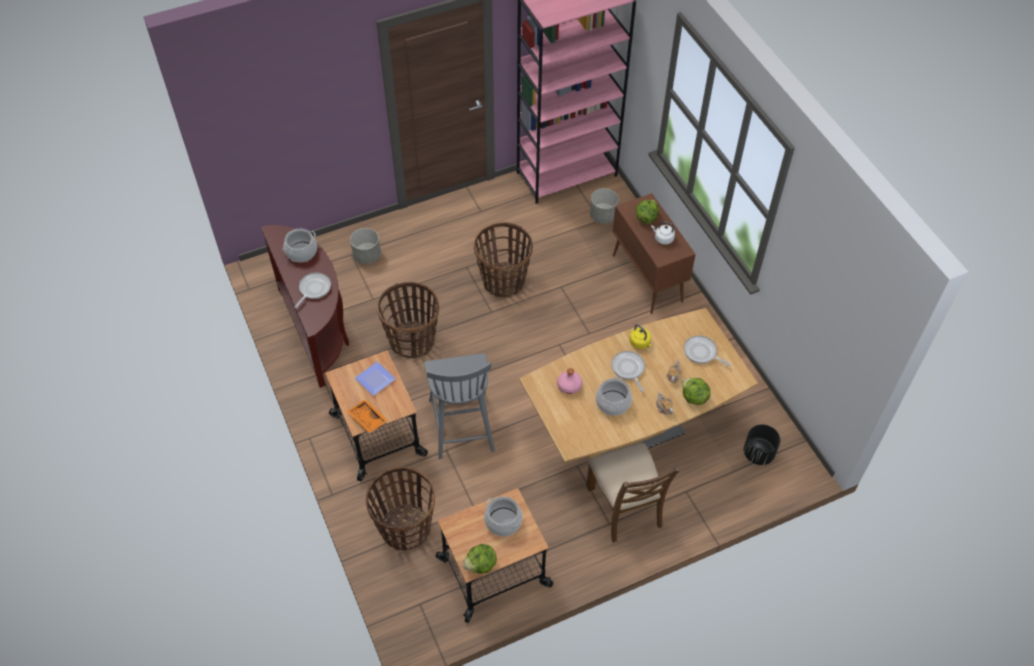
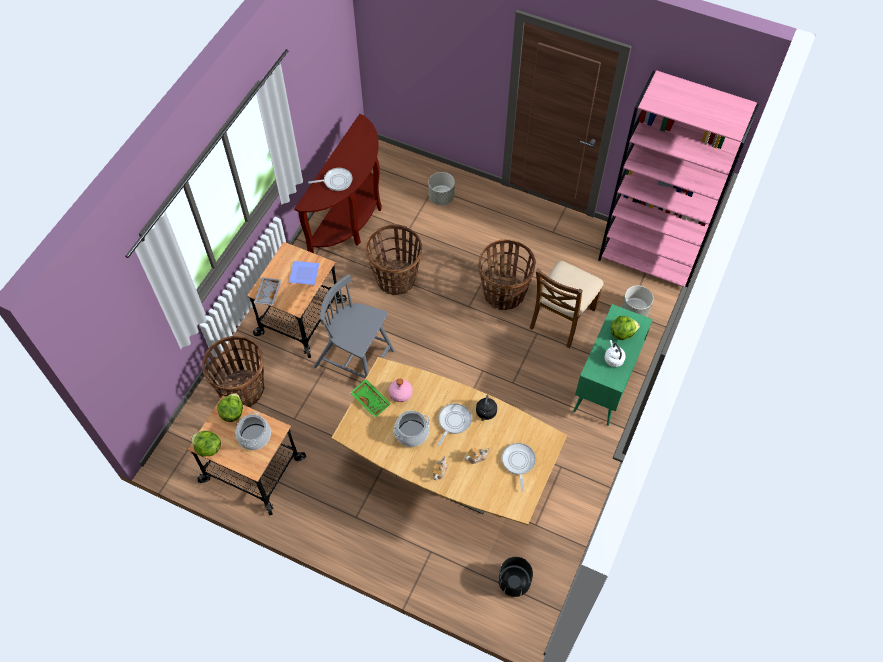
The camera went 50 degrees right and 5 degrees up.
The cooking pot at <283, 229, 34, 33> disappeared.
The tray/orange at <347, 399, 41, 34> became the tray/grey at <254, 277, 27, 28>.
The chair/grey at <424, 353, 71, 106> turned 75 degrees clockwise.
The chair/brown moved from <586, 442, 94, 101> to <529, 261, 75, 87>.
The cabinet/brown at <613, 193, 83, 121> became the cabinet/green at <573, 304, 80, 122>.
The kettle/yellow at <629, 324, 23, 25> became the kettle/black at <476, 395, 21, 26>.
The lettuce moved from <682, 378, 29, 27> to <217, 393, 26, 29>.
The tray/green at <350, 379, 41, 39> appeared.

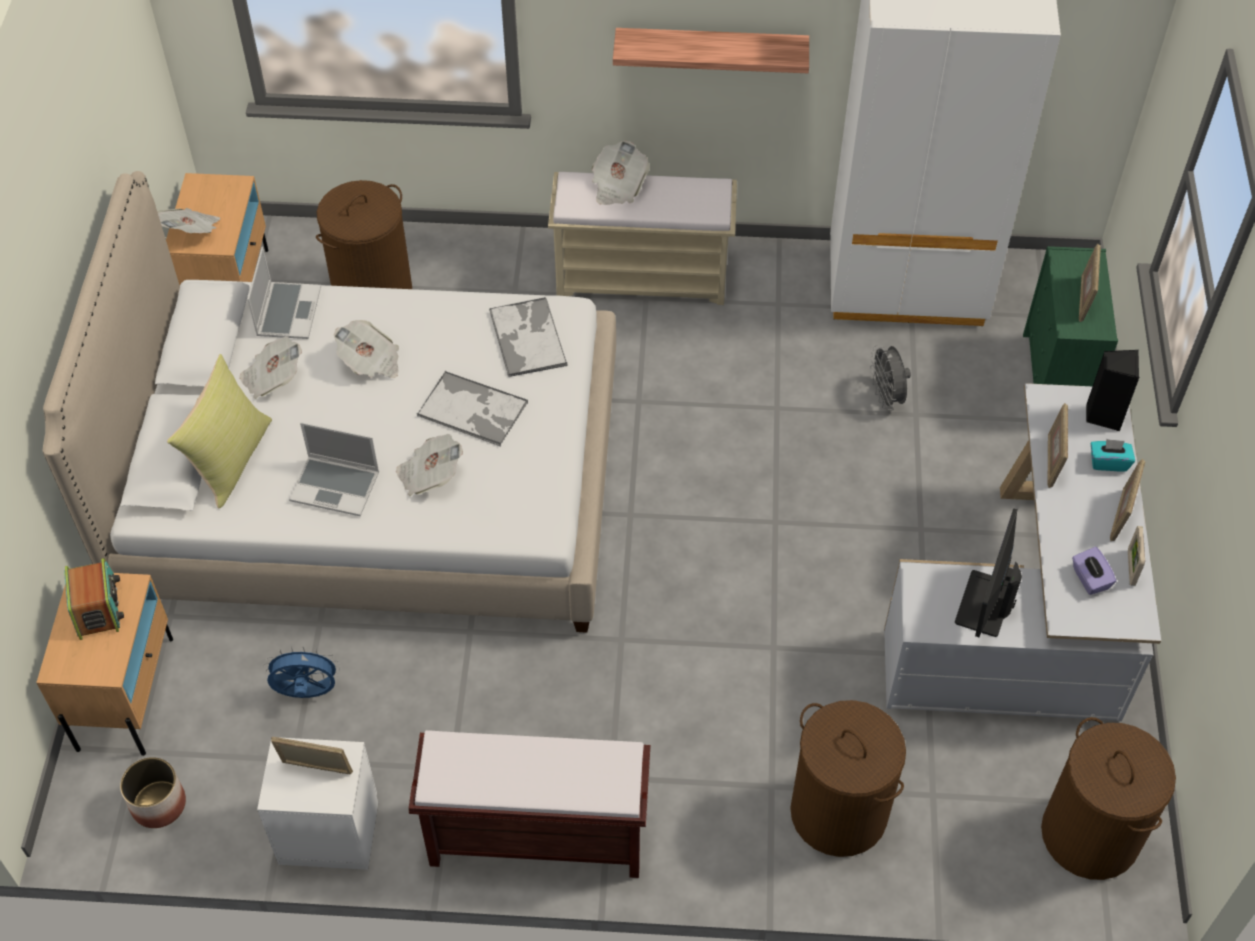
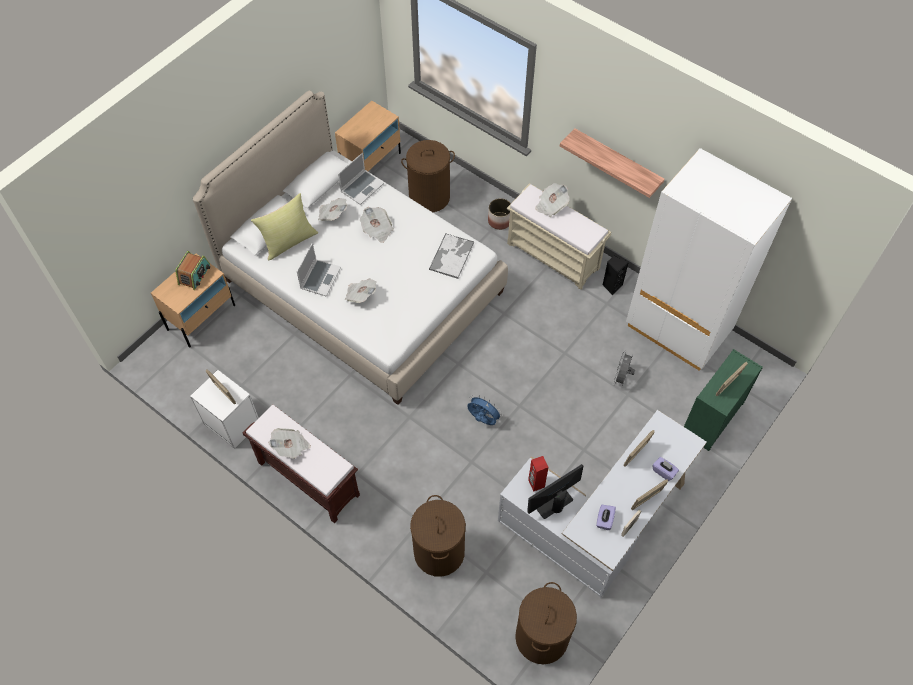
The camera went 35 degrees right and 5 degrees up.
The planter moved from <120, 757, 66, 71> to <488, 198, 23, 32>.
The newspaper moved from <157, 208, 64, 25> to <268, 428, 43, 31>.
The fan/blue moved from <263, 646, 78, 52> to <467, 395, 36, 30>.
The laptop at <289, 422, 90, 94> turned 120 degrees counterclockwise.
The tray at <417, 371, 111, 76> disappeared.
The speaker/black moved from <1086, 350, 53, 81> to <602, 255, 27, 40>.
The tissue box/turquoise at <1090, 439, 45, 33> became the tissue box/purple at <653, 457, 26, 24>.
The speaker/red at <528, 456, 20, 36> appeared.

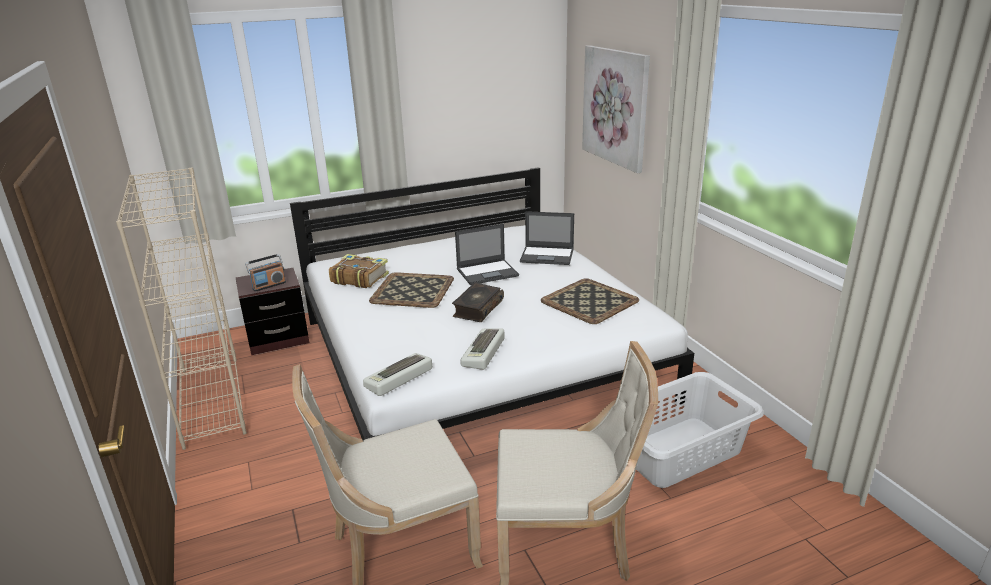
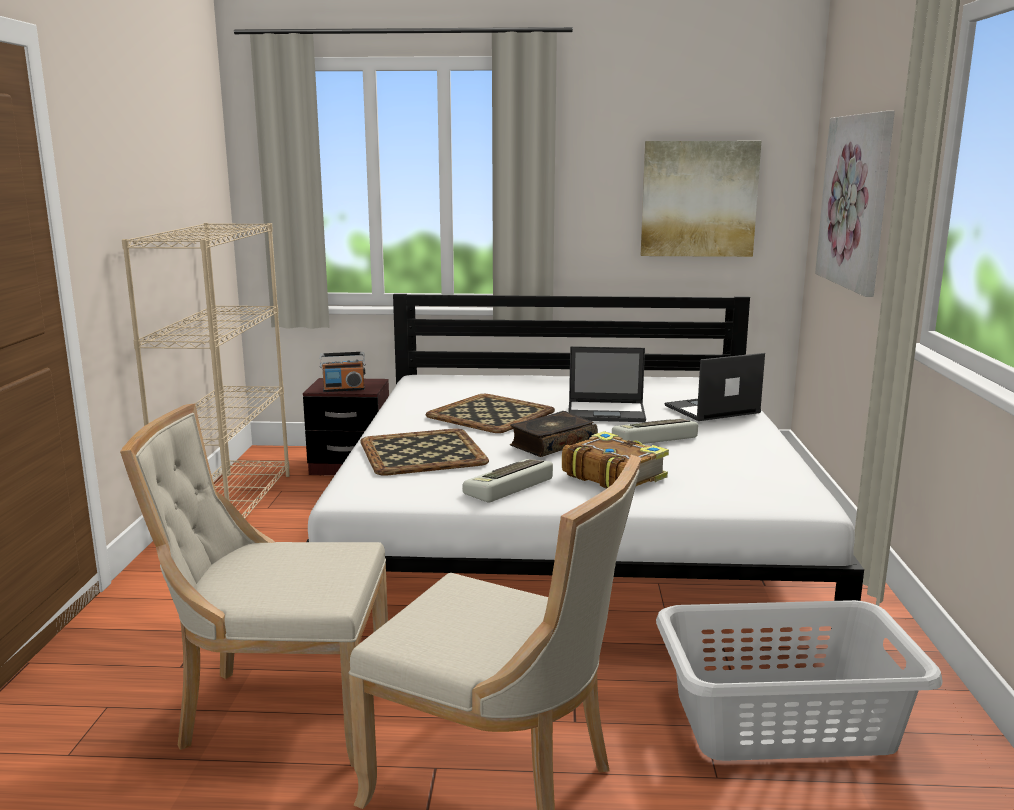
The camera went 25 degrees right and 10 degrees down.
The book moved from <329, 254, 60, 34> to <562, 431, 107, 58>.
The keyboard moved from <363, 353, 69, 43> to <612, 419, 86, 25>.
The laptop at <520, 211, 54, 54> turned 120 degrees clockwise.
The tray moved from <541, 278, 98, 46> to <360, 428, 129, 48>.
The picture at <641, 141, 120, 116> appeared.

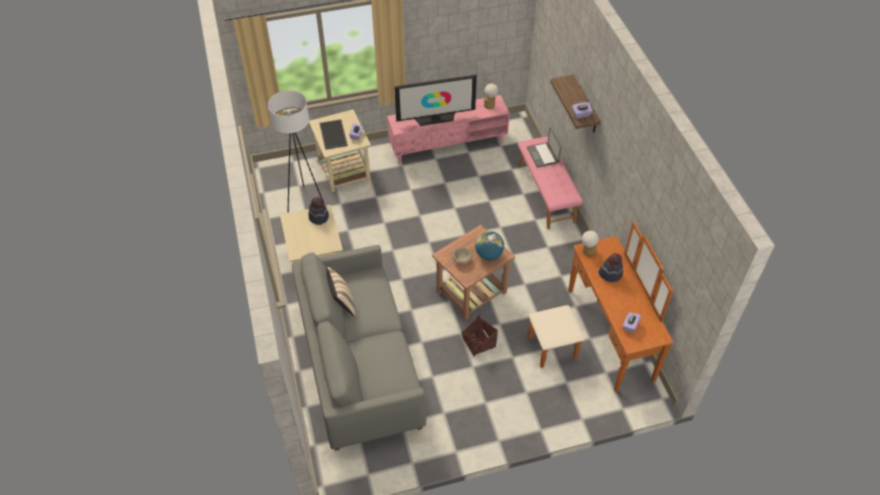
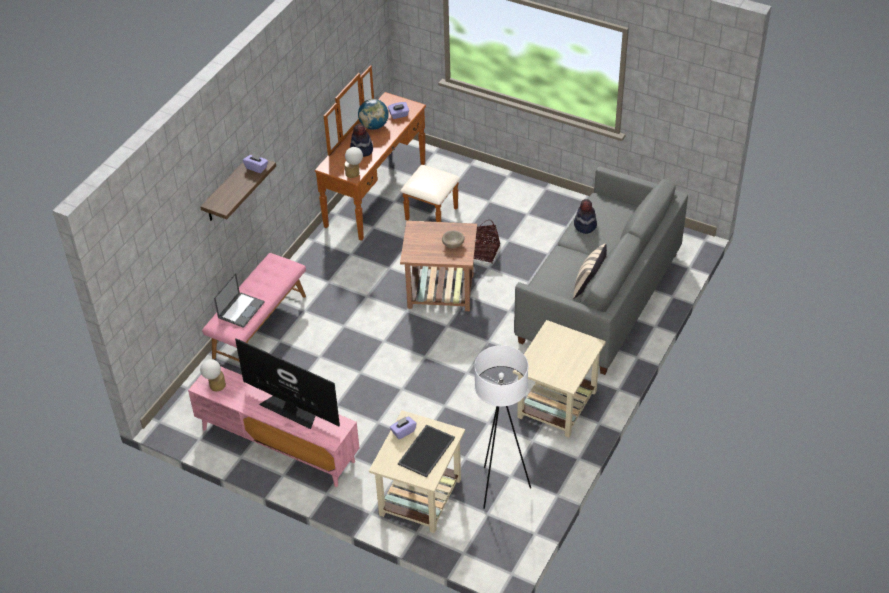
The camera went 135 degrees left and 5 degrees down.
The hat moved from <308, 197, 21, 28> to <574, 199, 23, 35>.
The globe moved from <475, 231, 29, 29> to <358, 99, 31, 31>.

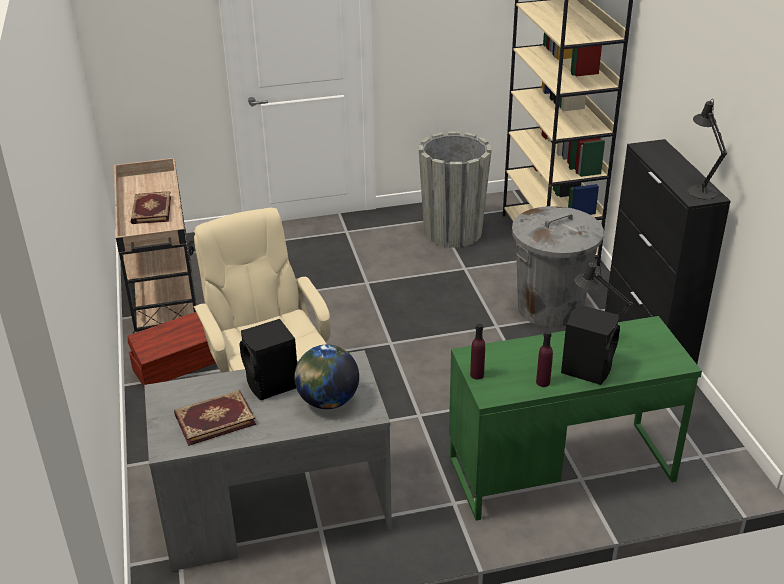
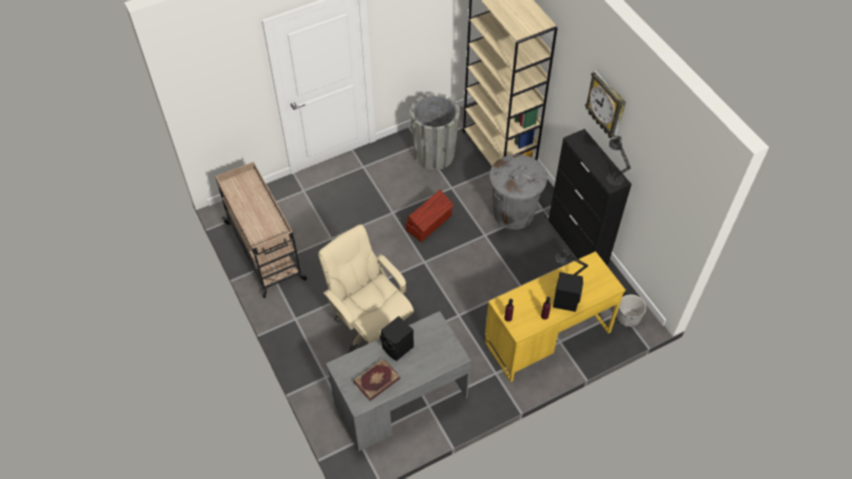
The camera went 15 degrees left and 20 degrees up.
The storage box/brown moved from <128, 312, 88, 76> to <406, 190, 48, 52>.
The book at <131, 191, 40, 33> disappeared.
The globe at <294, 344, 65, 65> disappeared.
The desk/green at <449, 316, 253, 205> became the desk/yellow at <485, 251, 141, 131>.
The wall clock at <585, 70, 41, 68> appeared.
The planter at <616, 294, 30, 33> appeared.

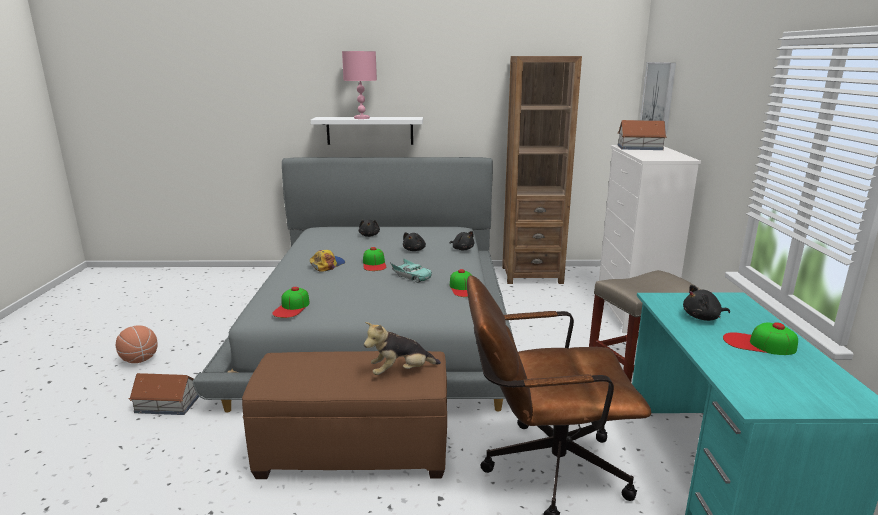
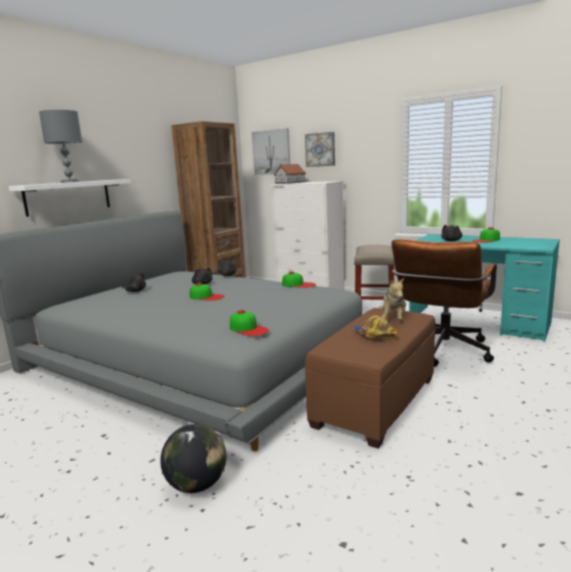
The camera went 55 degrees left and 5 degrees down.
The basketball at <116, 325, 42, 38> disappeared.
The toy house at <129, 373, 70, 42> was replaced by the globe at <160, 424, 66, 69>.
The cap moved from <310, 250, 35, 22> to <353, 316, 44, 24>.
The table lamp/pink at <342, 51, 35, 68> became the table lamp/grey at <39, 110, 43, 73>.
The toy car/turquoise at <391, 258, 41, 25> disappeared.
The picture at <305, 132, 30, 35> appeared.

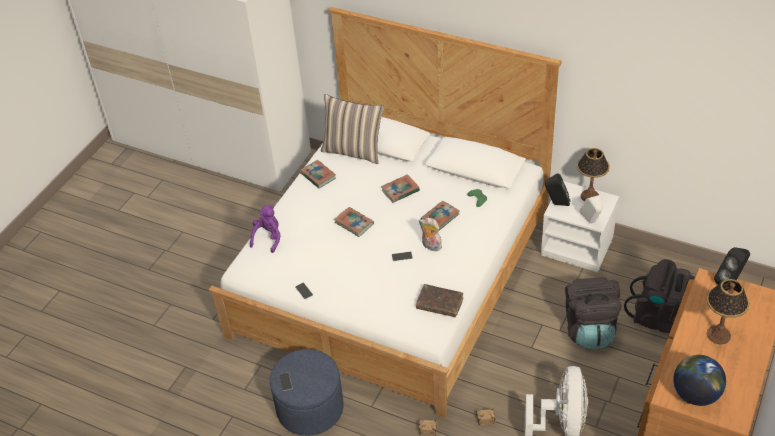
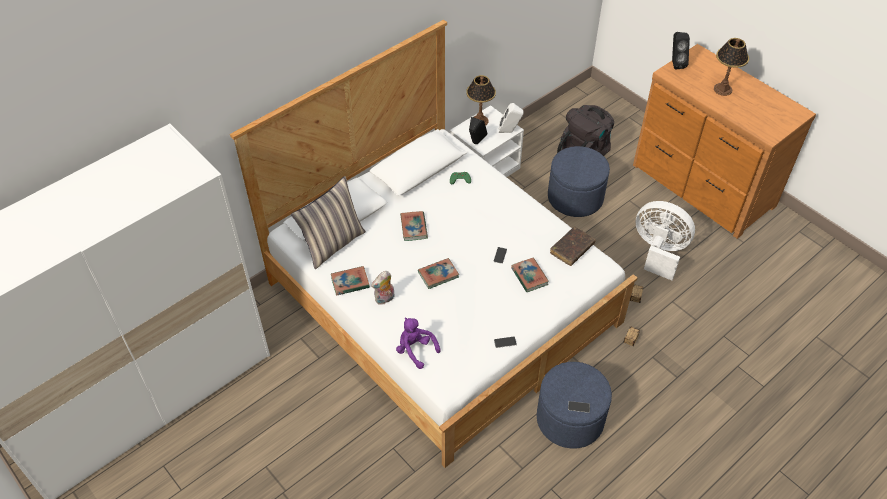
The camera went 70 degrees left and 5 degrees up.
The plush toy moved from <419, 218, 23, 33> to <371, 271, 24, 34>.
The book moved from <421, 201, 38, 30> to <511, 257, 38, 35>.
The backpack/black at <565, 277, 57, 72> was replaced by the ottoman/blue at <548, 146, 62, 71>.
The globe at <673, 355, 53, 51> disappeared.

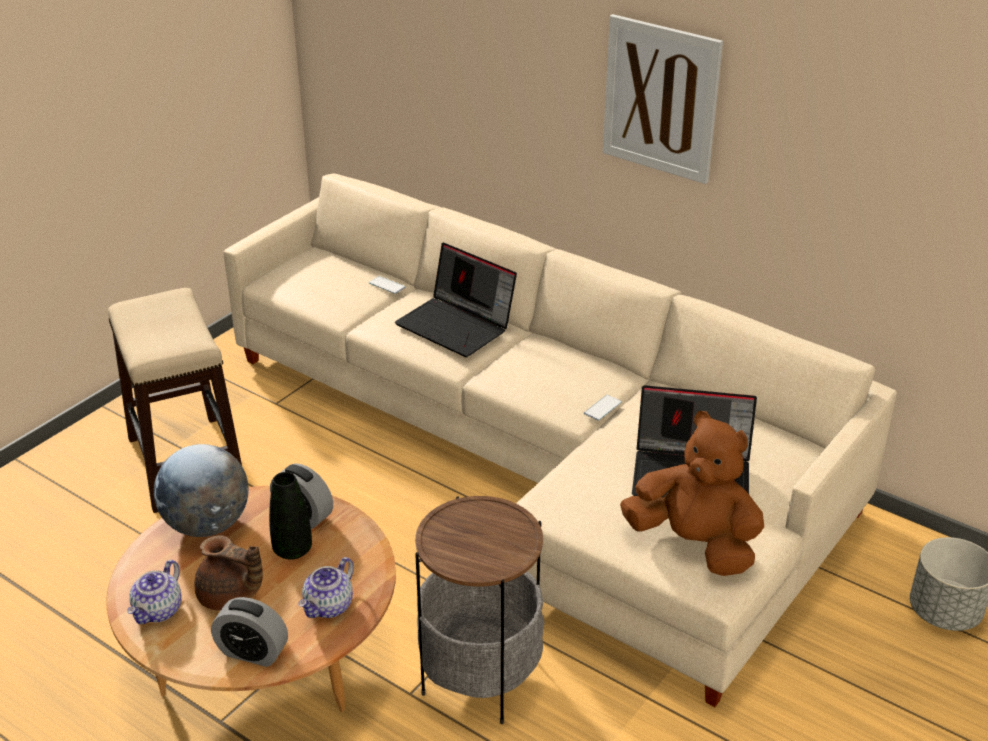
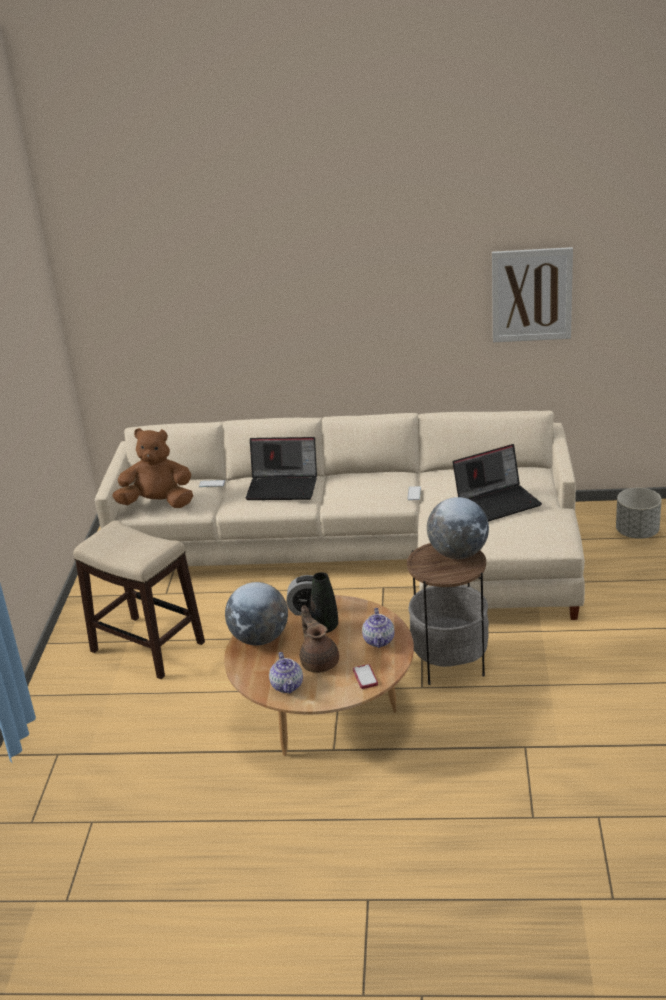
The camera went 30 degrees left and 5 degrees down.
The teapot/brown at <195, 535, 68, 76> turned 105 degrees counterclockwise.
The alarm clock at <211, 597, 77, 70> was replaced by the phone at <353, 664, 25, 25>.
The picture moved from <603, 14, 120, 170> to <492, 247, 81, 95>.
The plush toy/brown moved from <620, 411, 144, 165> to <112, 428, 81, 80>.
The globe at <427, 497, 62, 62> appeared.

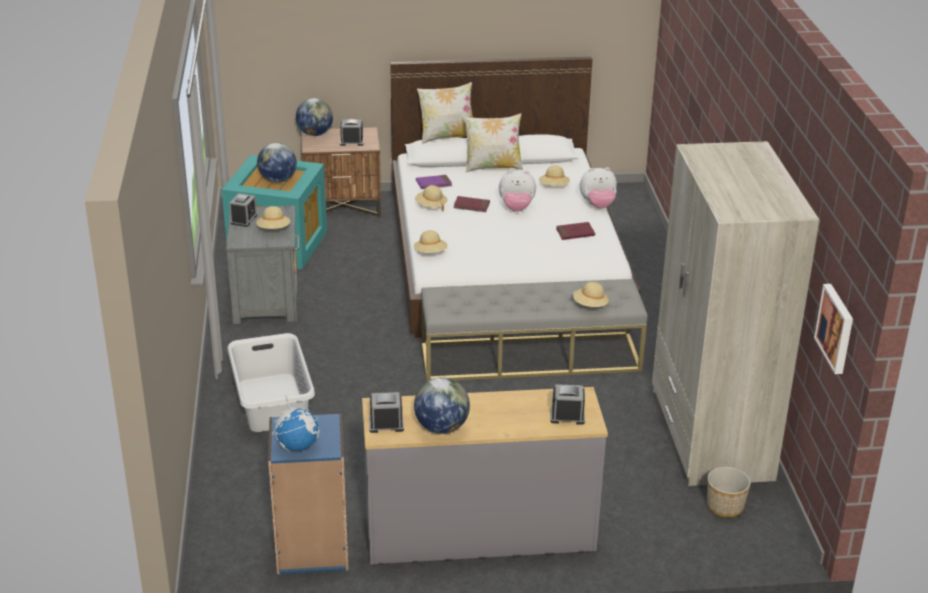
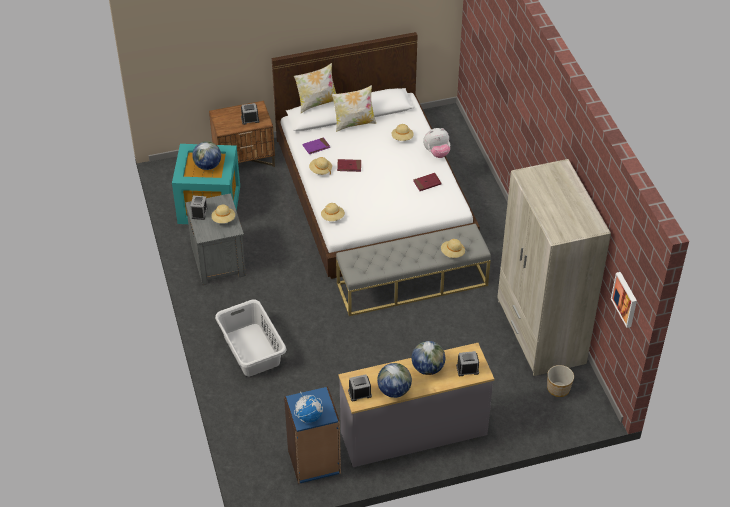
The camera went 10 degrees left and 15 degrees up.
The globe moved from <296, 98, 37, 38> to <412, 341, 33, 34>.
The plush toy at <499, 170, 37, 42> disappeared.

